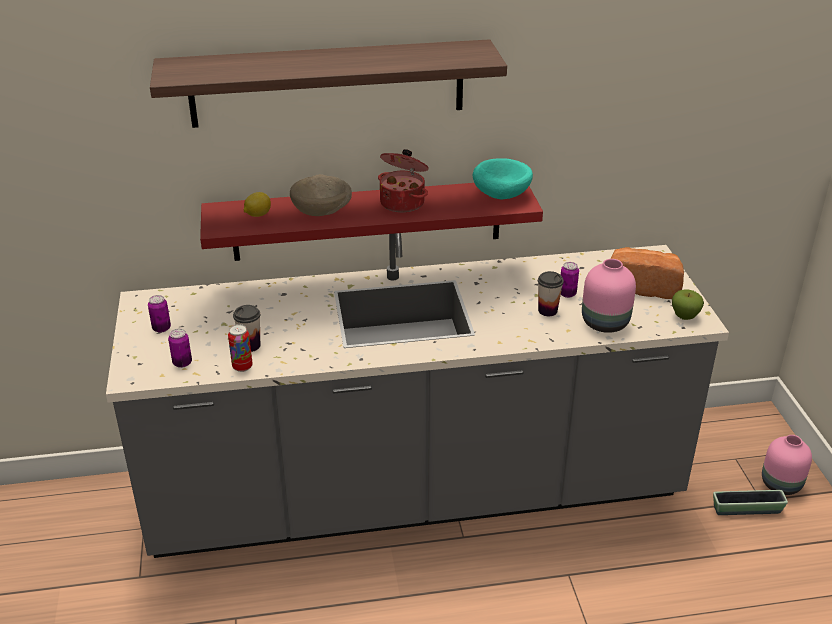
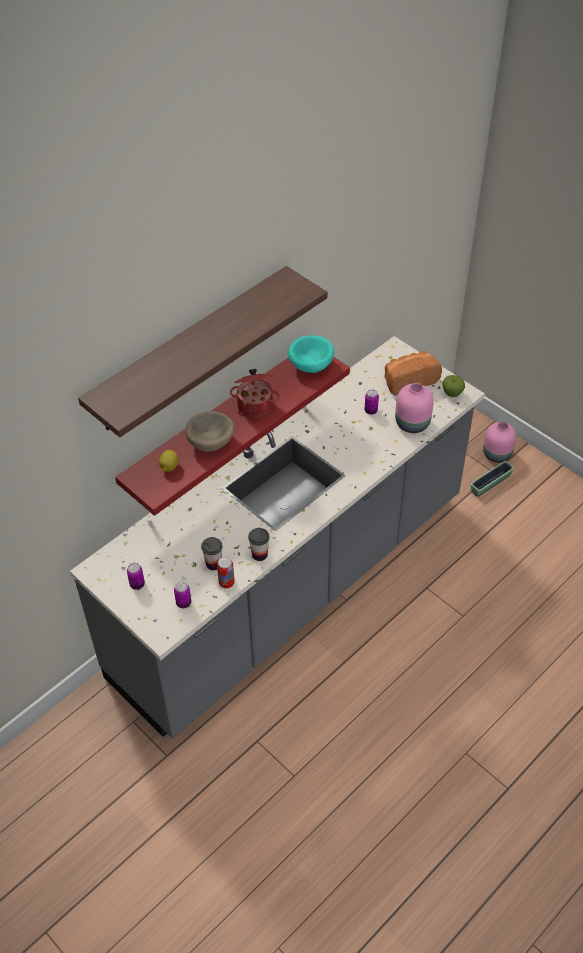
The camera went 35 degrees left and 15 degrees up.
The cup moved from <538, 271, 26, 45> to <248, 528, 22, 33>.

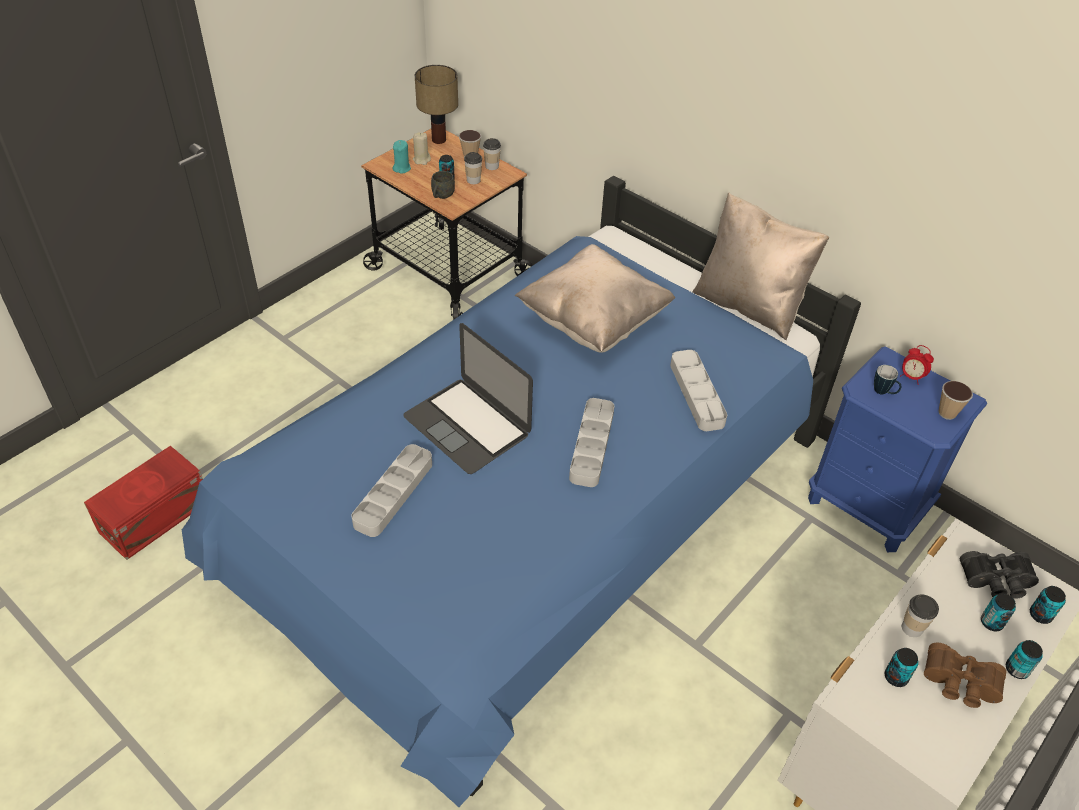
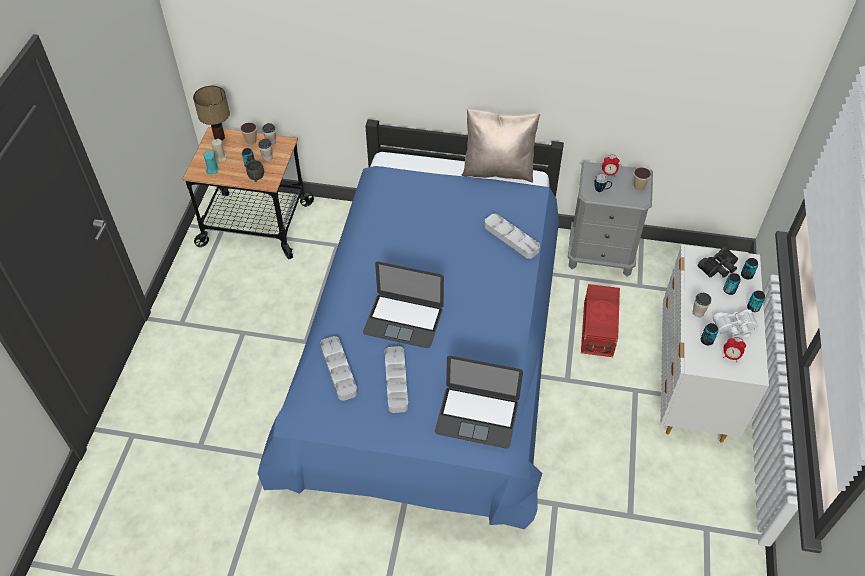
The camera went 30 degrees left and 5 degrees up.
The storage box/red moved from <84, 446, 119, 114> to <581, 284, 39, 73>.
The pillow/beige at <514, 244, 161, 109> disappeared.
The tray/grey moved from <569, 398, 45, 89> to <320, 336, 37, 65>.
The nightstand/blue at <808, 346, 179, 206> became the nightstand/grey at <568, 162, 85, 115>.
The binoculars/brown at <924, 643, 82, 65> became the binoculars/white at <713, 309, 45, 29>.
The laptop at <435, 356, 88, 92> appeared.
The alarm clock at <723, 337, 23, 24> appeared.

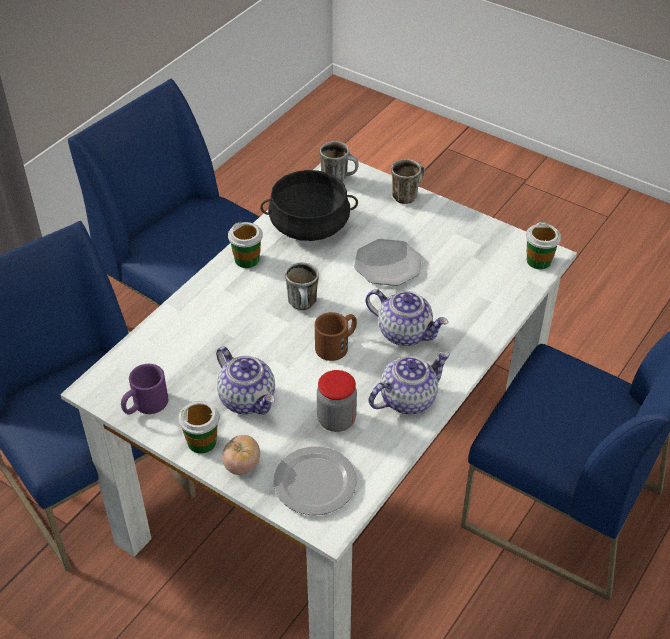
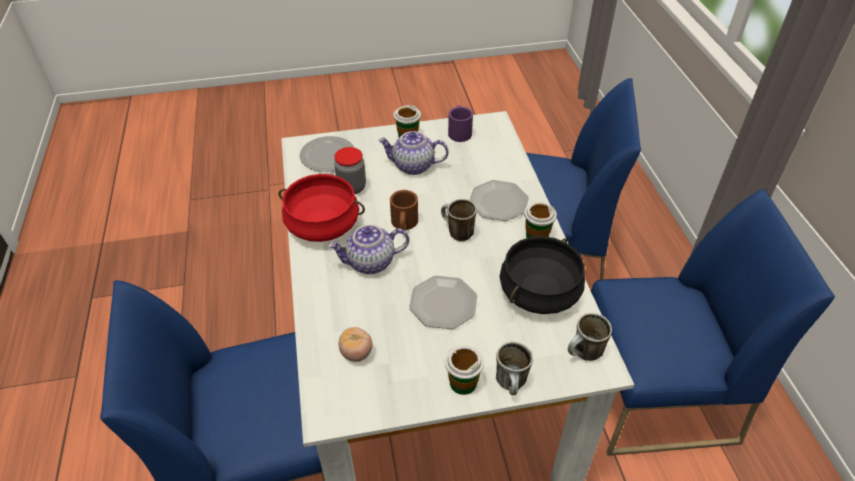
The camera went 135 degrees right and 0 degrees up.
The tomato moved from <222, 435, 38, 40> to <339, 327, 33, 35>.
The teapot at <369, 351, 81, 63> was replaced by the cooking pot/red at <278, 174, 87, 68>.
The cup moved from <526, 222, 35, 48> to <445, 345, 39, 50>.
The plate at <470, 180, 59, 41> appeared.

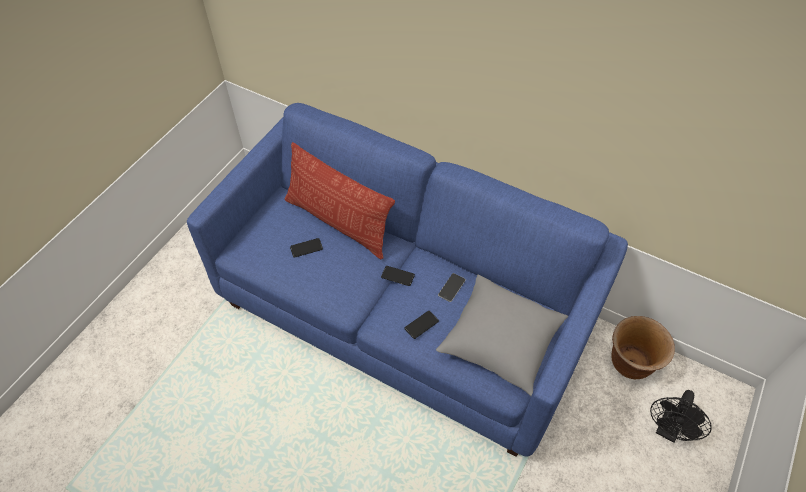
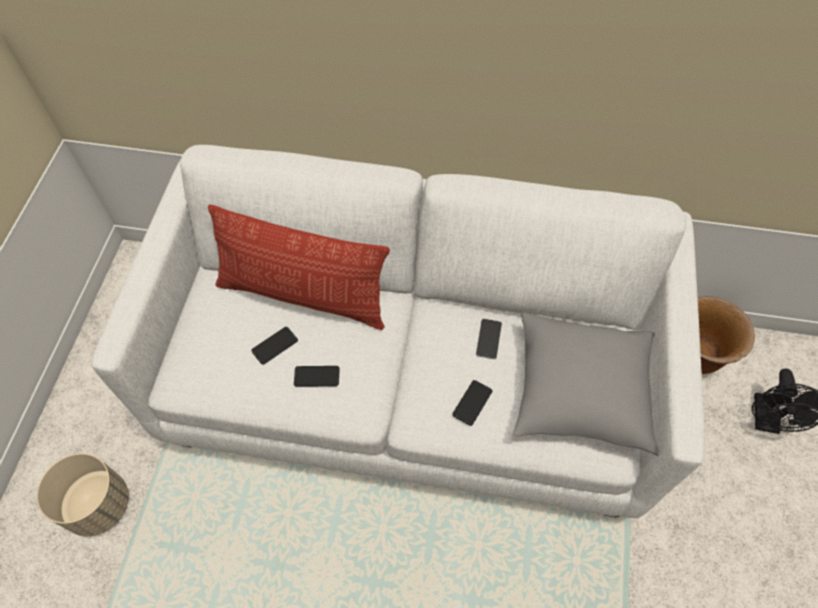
The camera went 20 degrees left and 5 degrees up.
The sofa/blue at <187, 103, 441, 354> became the sofa/white at <91, 145, 614, 373>.
The phone moved from <381, 266, 34, 20> to <294, 366, 46, 21>.
The planter/beige at <36, 453, 93, 83> appeared.

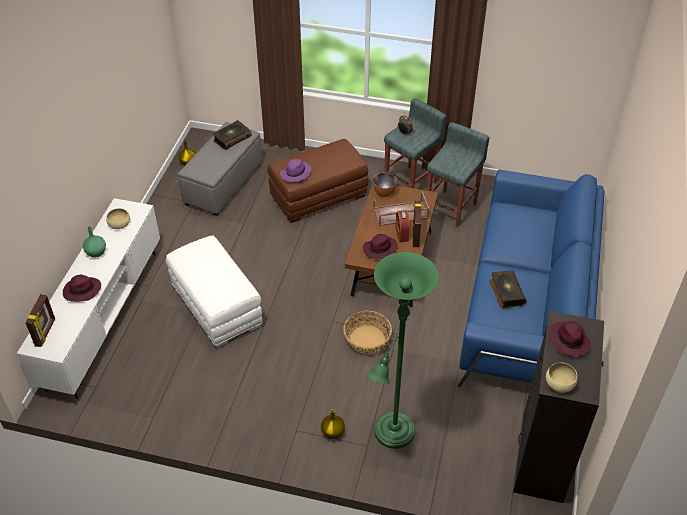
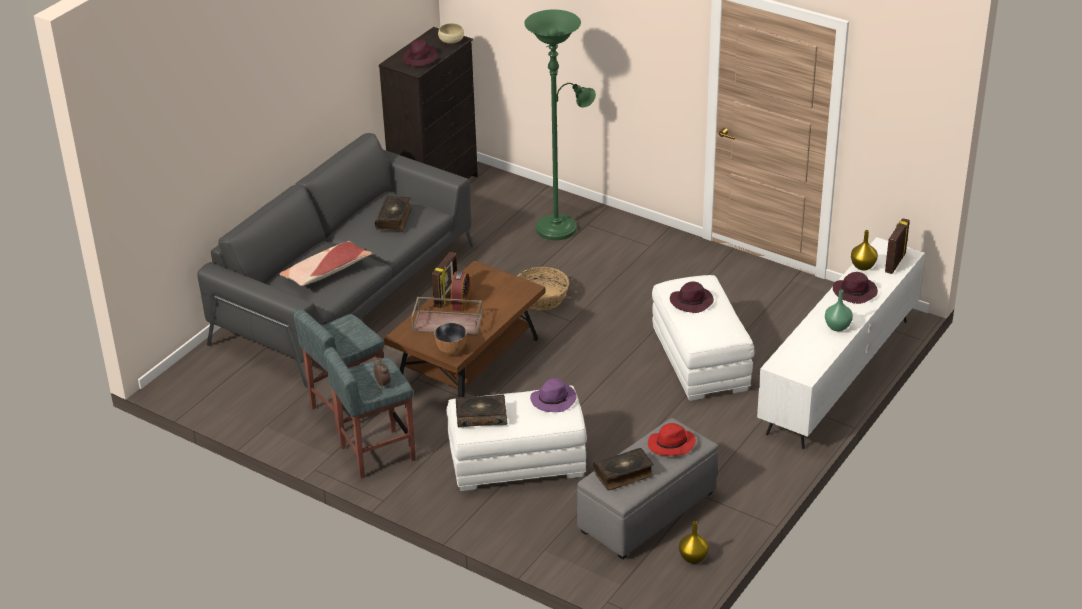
The camera went 160 degrees left and 10 degrees down.
The bowl/beige at <106, 208, 24, 21> disappeared.
The ottoman/brown at <267, 139, 101, 84> became the ottoman/white at <447, 385, 140, 106>.
The vase/yellow moved from <321, 410, 24, 29> to <851, 230, 27, 40>.
The hat/purple moved from <363, 234, 35, 25> to <670, 281, 44, 32>.
The sofa/blue at <457, 170, 148, 217> became the sofa/grey at <197, 133, 277, 255>.
The pillow at <279, 241, 93, 45> appeared.
The book at <456, 395, 51, 32> appeared.
The hat/red at <648, 423, 48, 33> appeared.

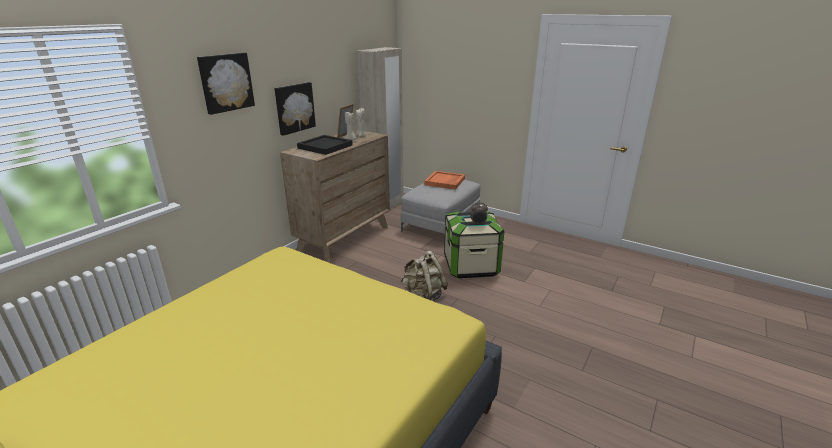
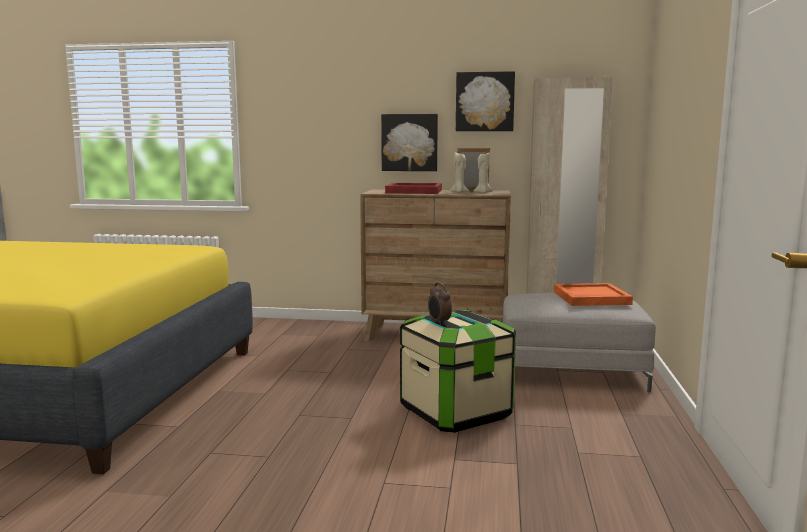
The camera went 65 degrees right and 15 degrees down.
The picture moved from <197, 53, 58, 62> to <456, 71, 59, 60>.
The tray/black at <297, 135, 56, 20> became the tray/red at <385, 183, 57, 11>.
The backpack/beige at <400, 251, 48, 50> disappeared.

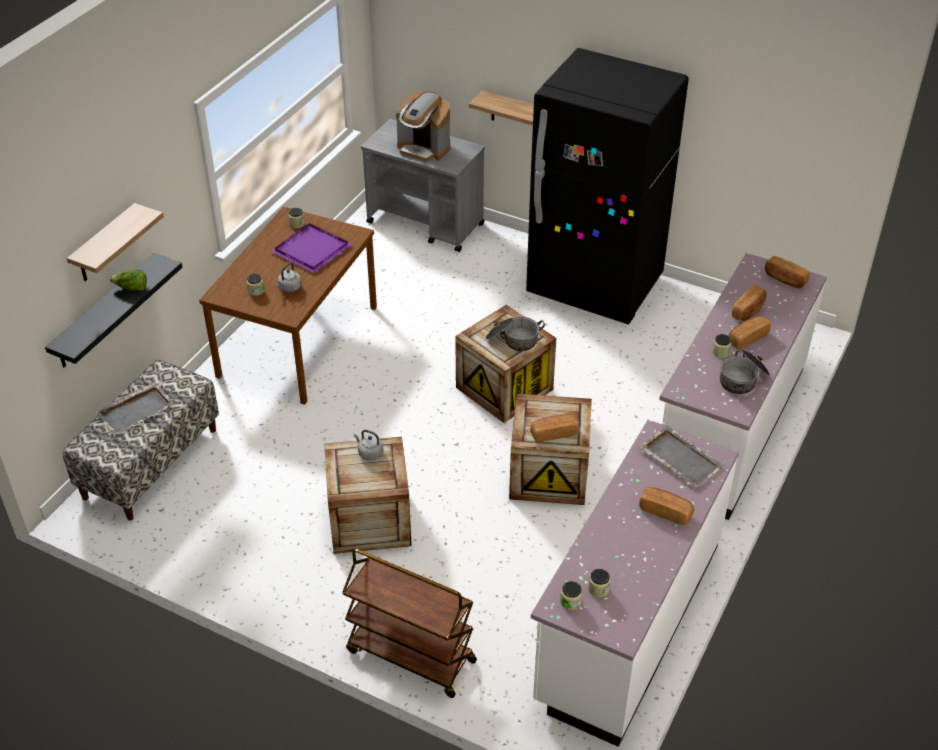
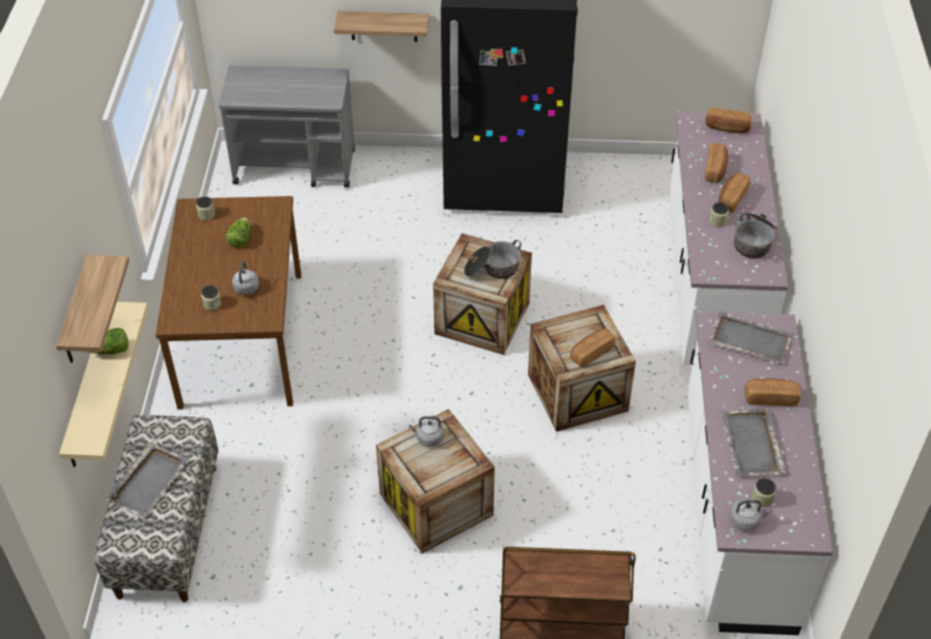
The camera went 25 degrees left and 5 degrees up.
The shelf/black at <45, 253, 138, 114> became the shelf/beige at <59, 302, 89, 165>.
The tray/purple at <271, 223, 82, 50> was replaced by the lettuce at <225, 217, 26, 31>.
The coffee machine at <396, 91, 54, 72> disappeared.
The jar at <560, 581, 22, 29> was replaced by the kettle/grey at <729, 500, 43, 32>.
The tray/grey at <720, 409, 67, 67> appeared.

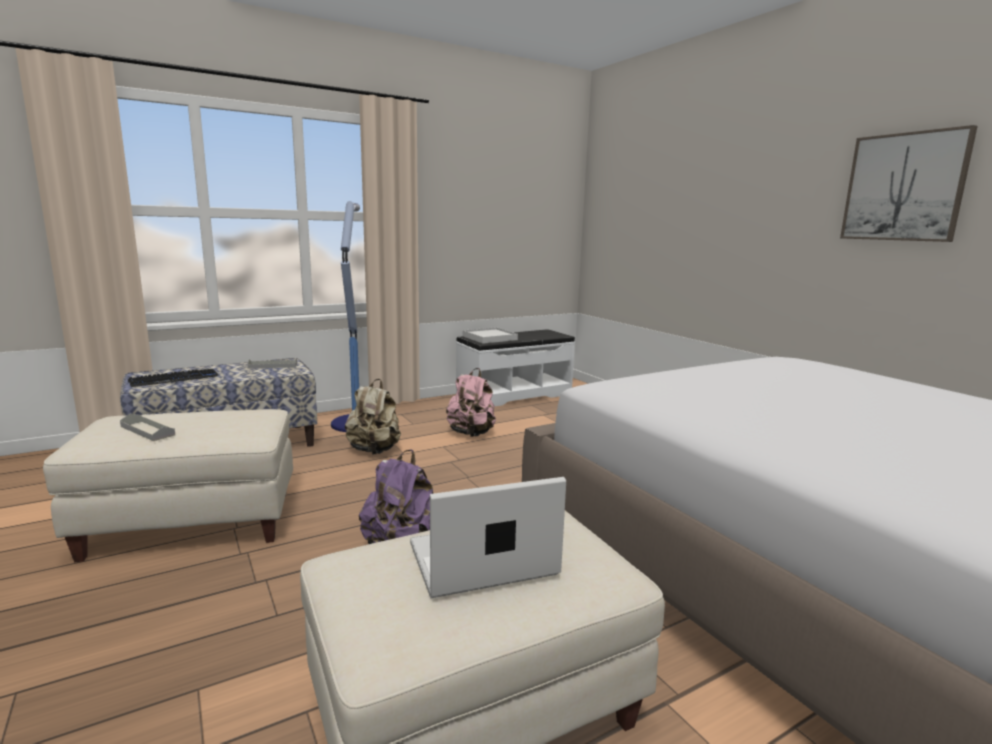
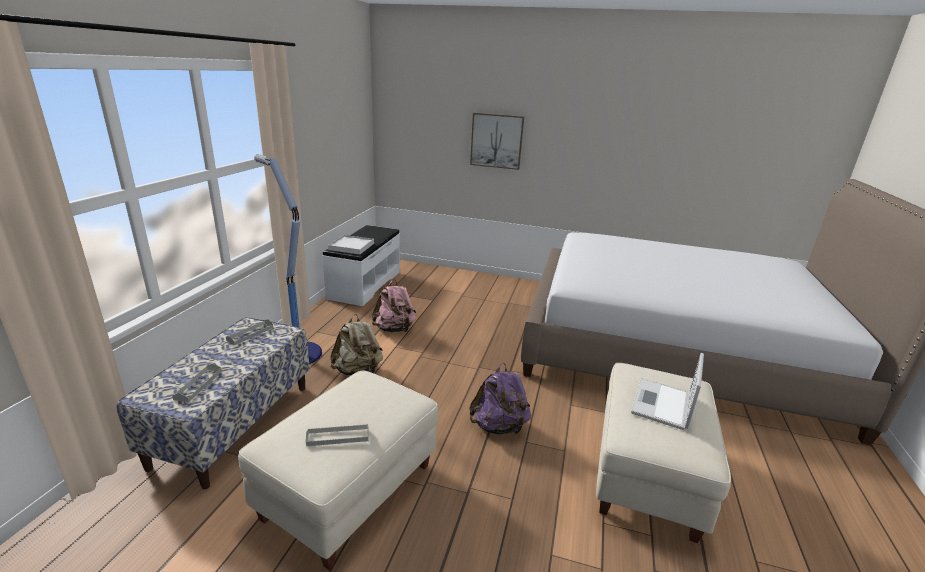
The camera went 45 degrees left and 10 degrees up.
The keyboard at <128, 369, 90, 18> was replaced by the tray/grey at <172, 363, 50, 39>.
The picture moved from <840, 125, 138, 117> to <470, 113, 54, 57>.

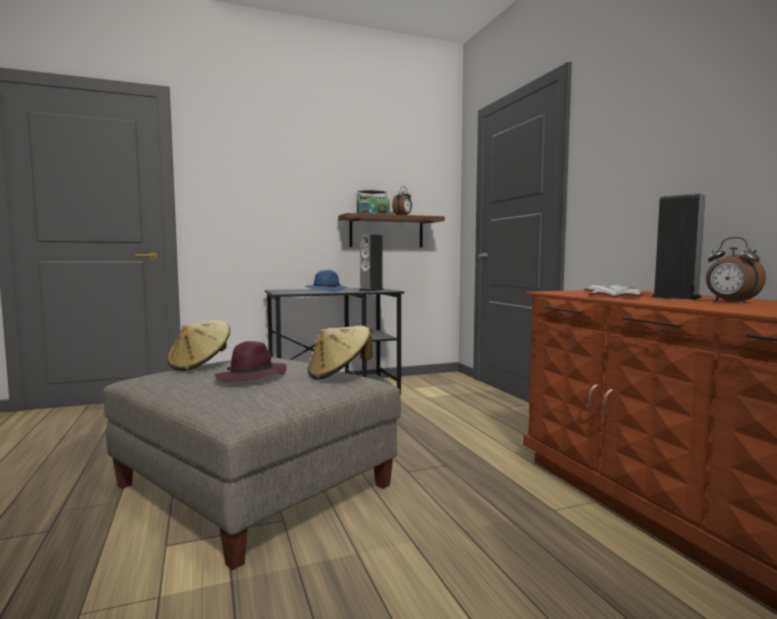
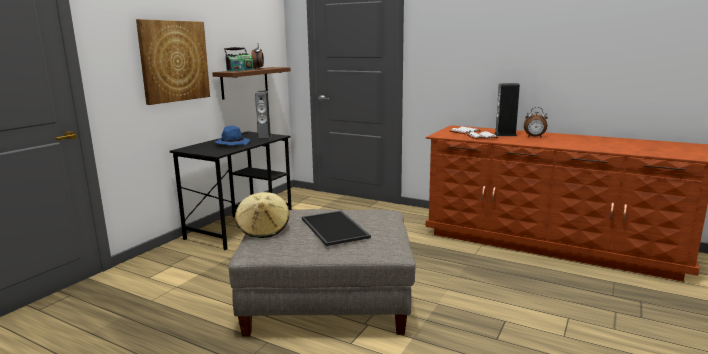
The camera went 40 degrees left and 10 degrees up.
The hat/purple at <214, 341, 73, 41> was replaced by the tray at <302, 211, 69, 35>.
The hat/beige at <308, 326, 64, 54> disappeared.
The picture at <136, 19, 74, 86> appeared.

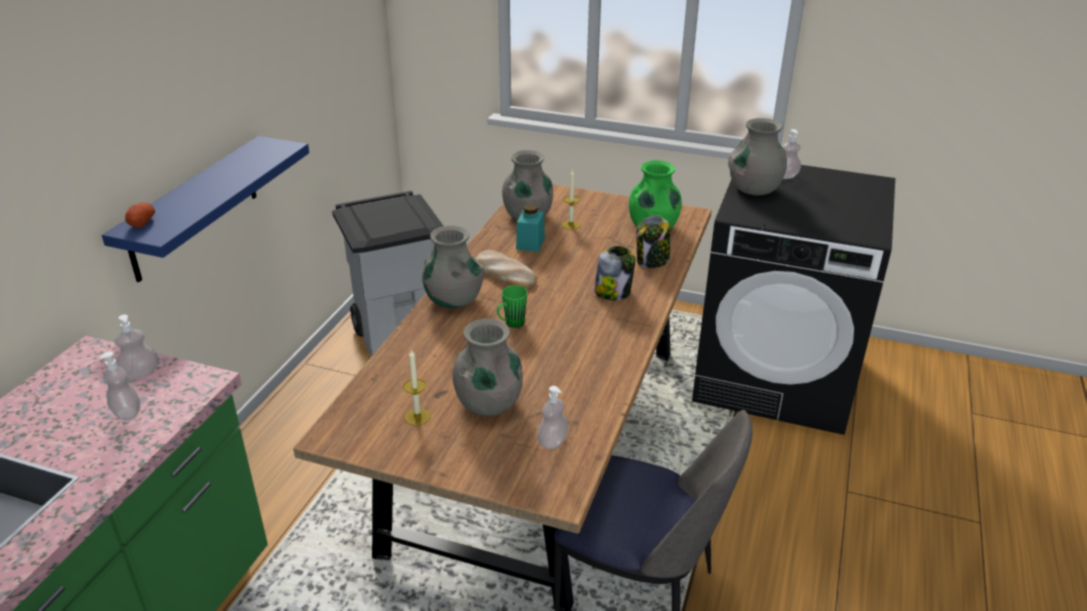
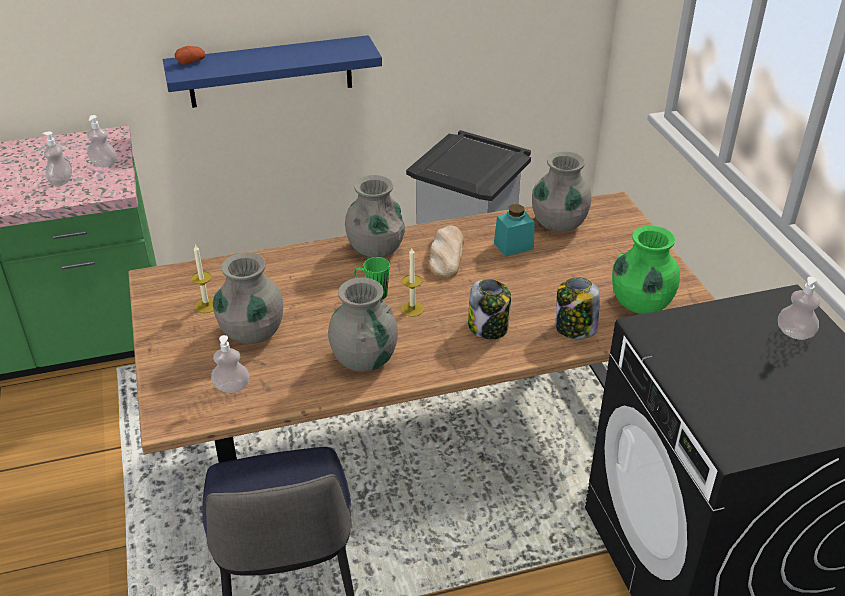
The camera went 55 degrees right and 5 degrees up.
The candle moved from <562, 169, 18, 61> to <401, 248, 23, 69>.
The vase/grey moved from <728, 118, 59, 78> to <328, 277, 70, 95>.

